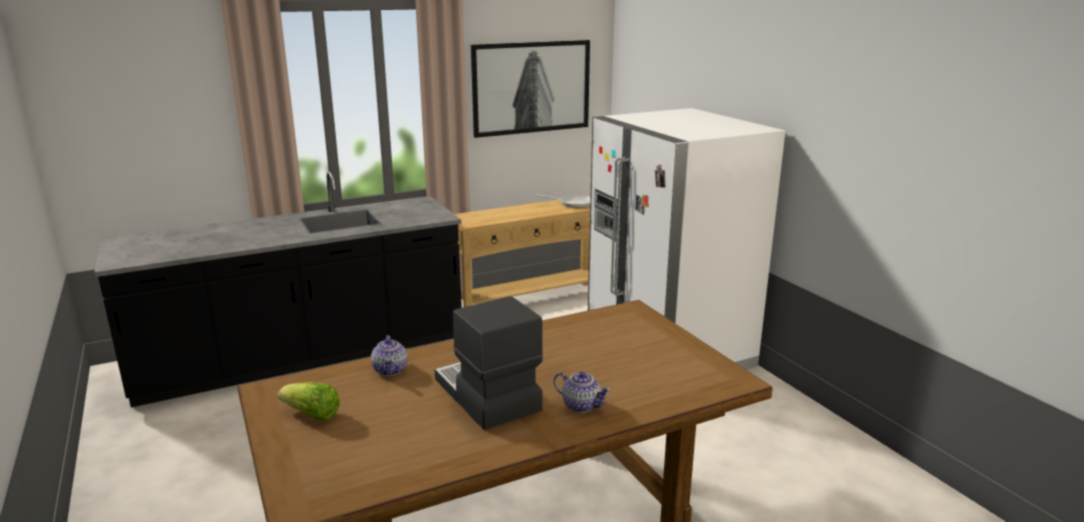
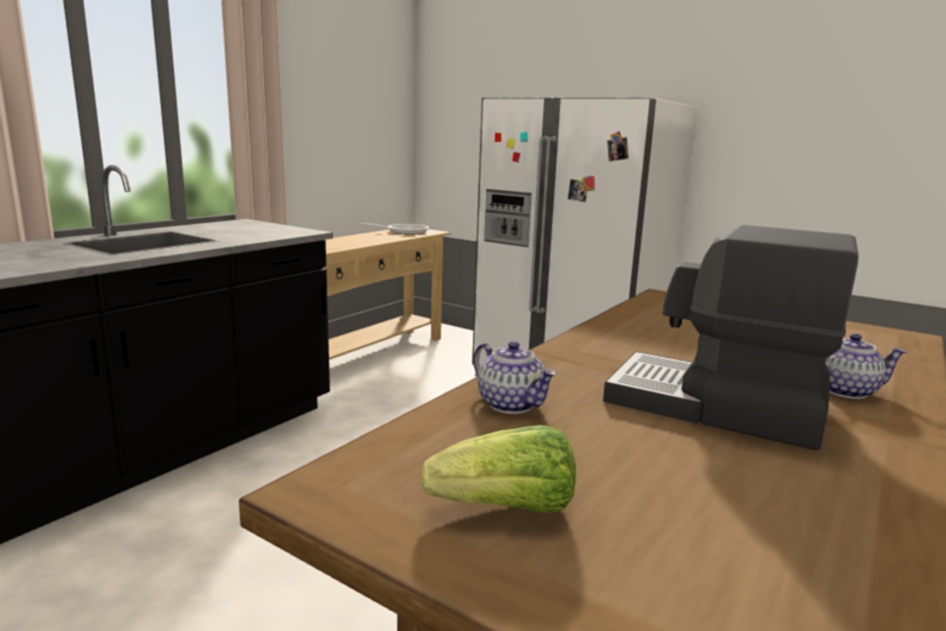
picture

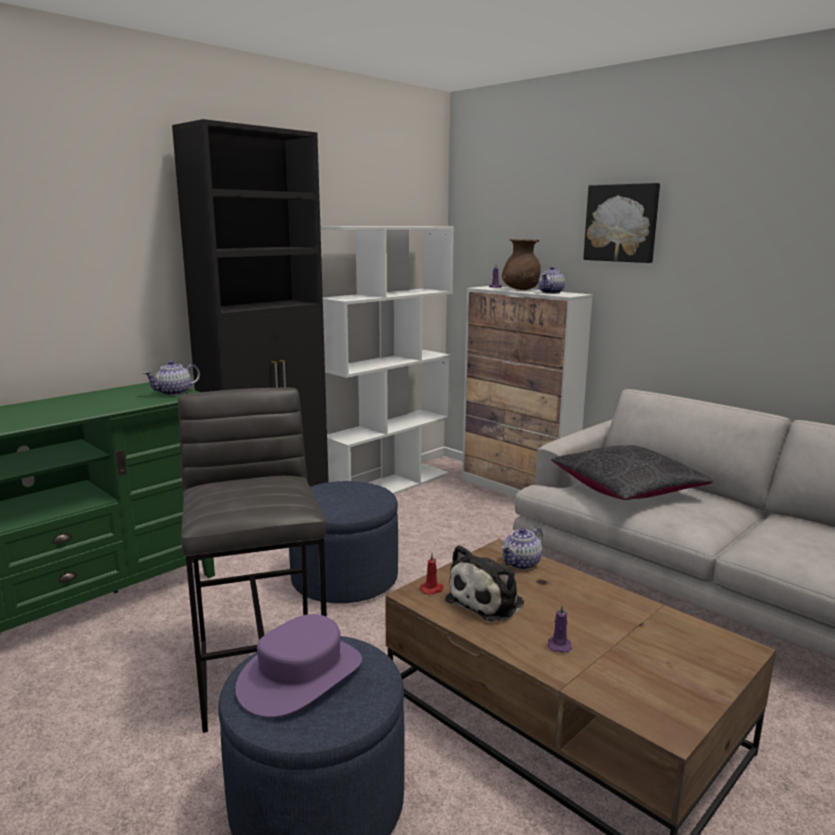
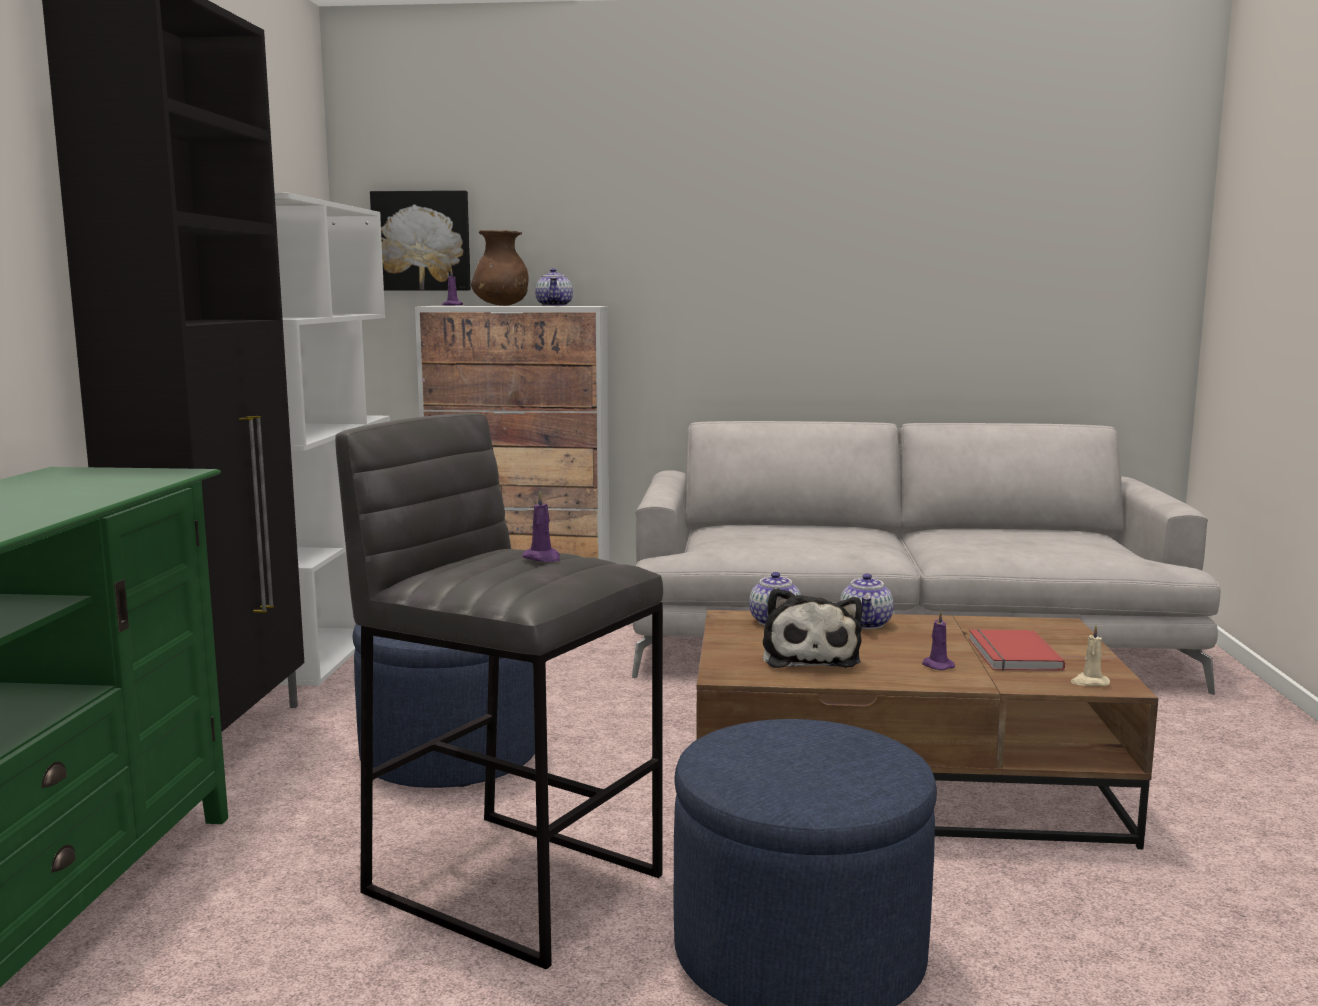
picture
teapot (3rd from left)
pillow in black
candle in red
hat in purple
candle in purple (2nd from left)
candle in beige
book in red

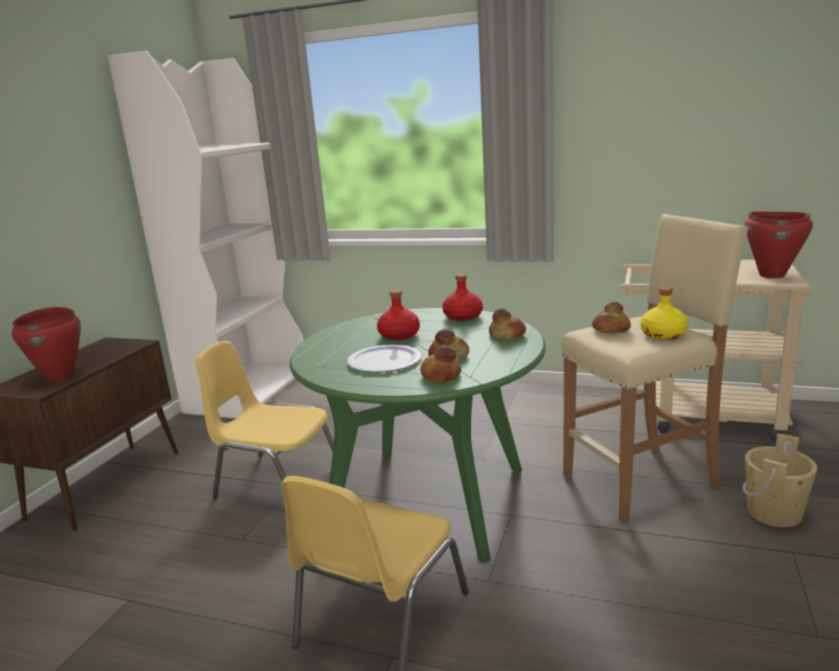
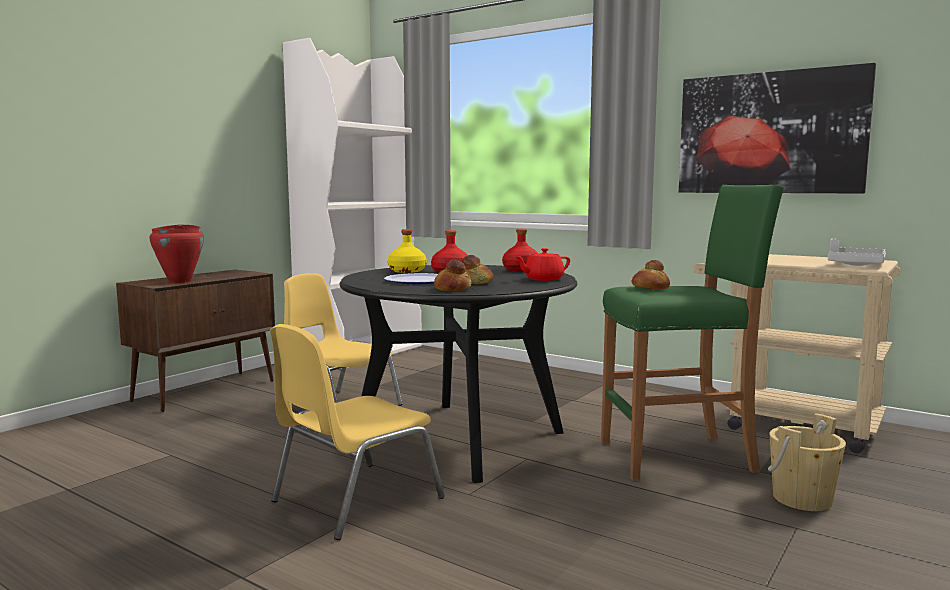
tray in grey
stool in green
bottle in yellow
dining table in black
teapot in red
picture

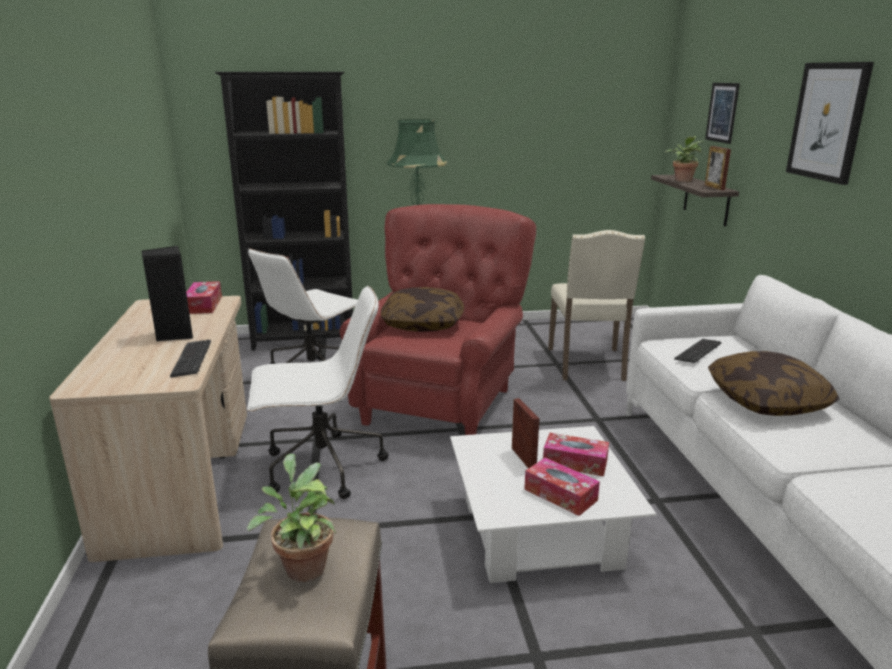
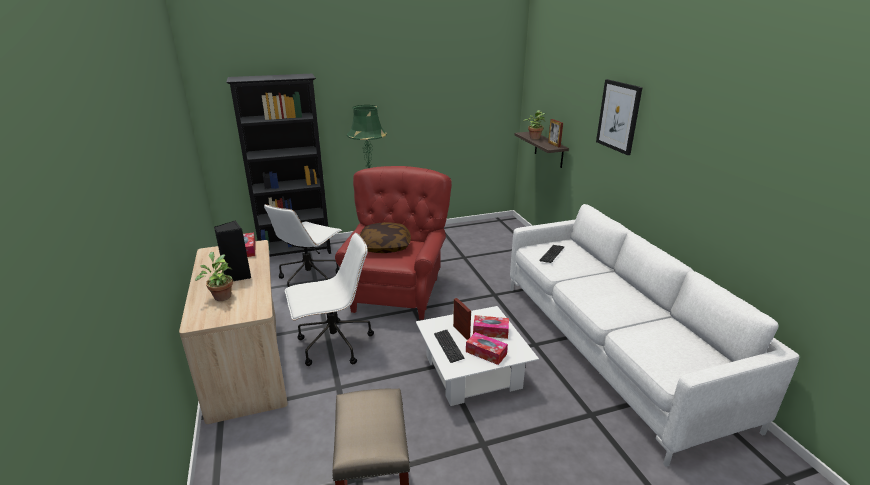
picture (1st from left in the first image)
chair in beige
keyboard (1st from left)
pillow (2nd from left in the first image)
potted plant (1st from left)

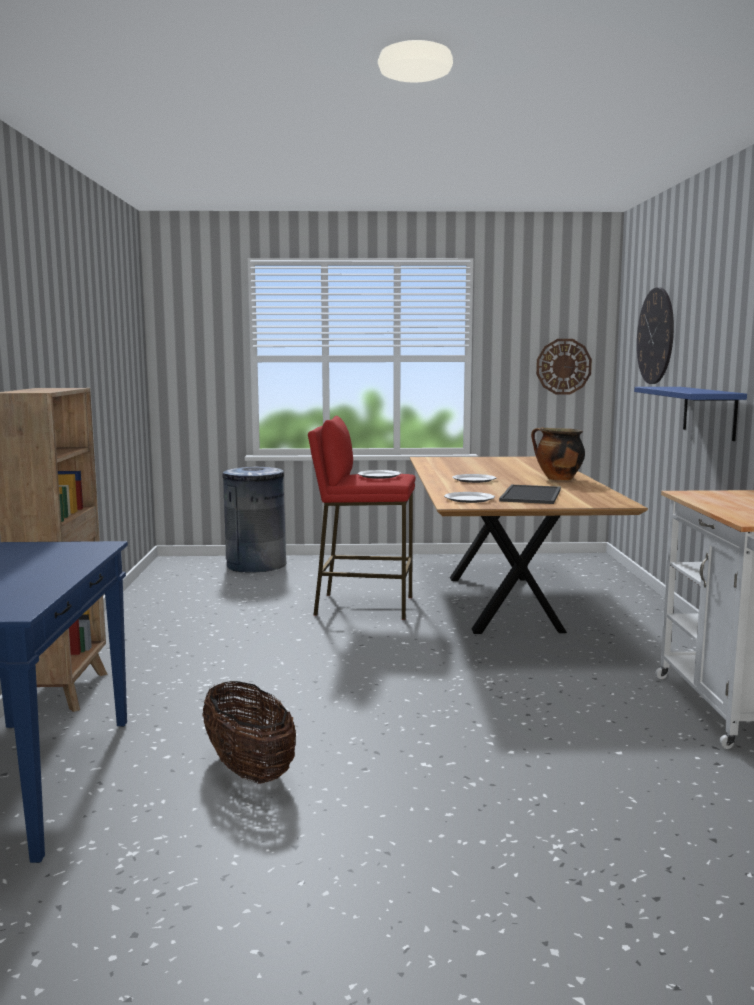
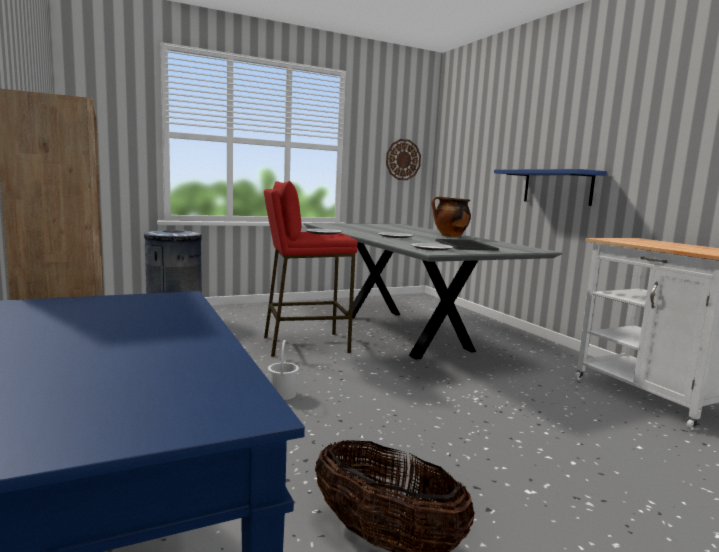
wall clock (2nd from left in the first image)
dining table in grey
bucket in white

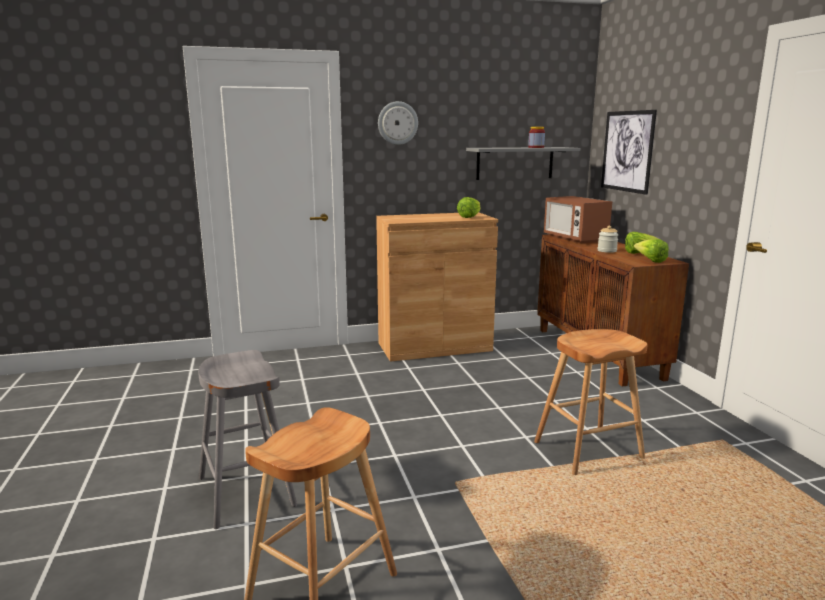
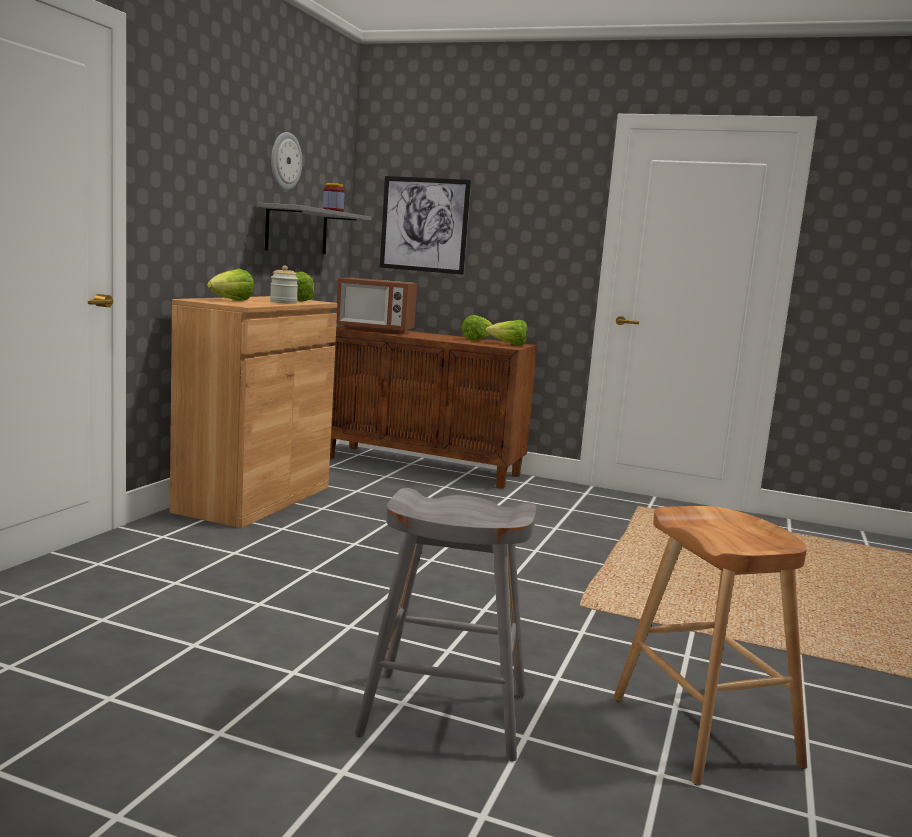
wall clock
jar (1st from left)
stool in brown (2nd from left in the first image)
lettuce (1st from left)

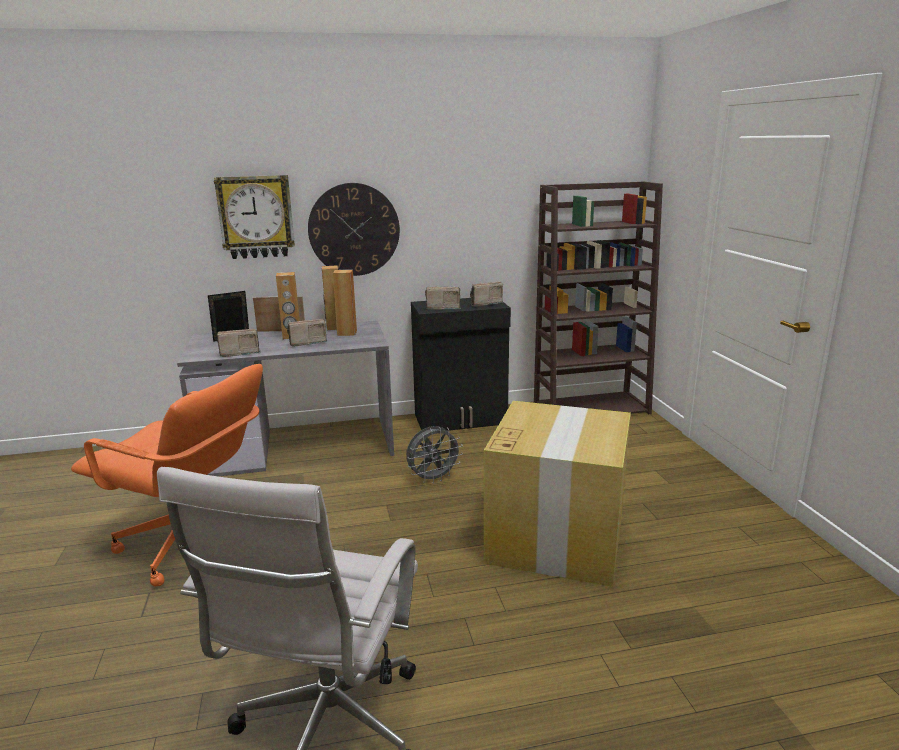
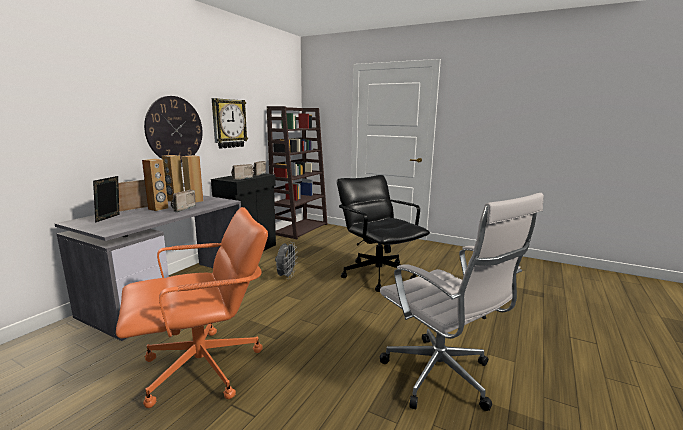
wall clock (2nd from left)
radio (1st from left in the first image)
office chair in black

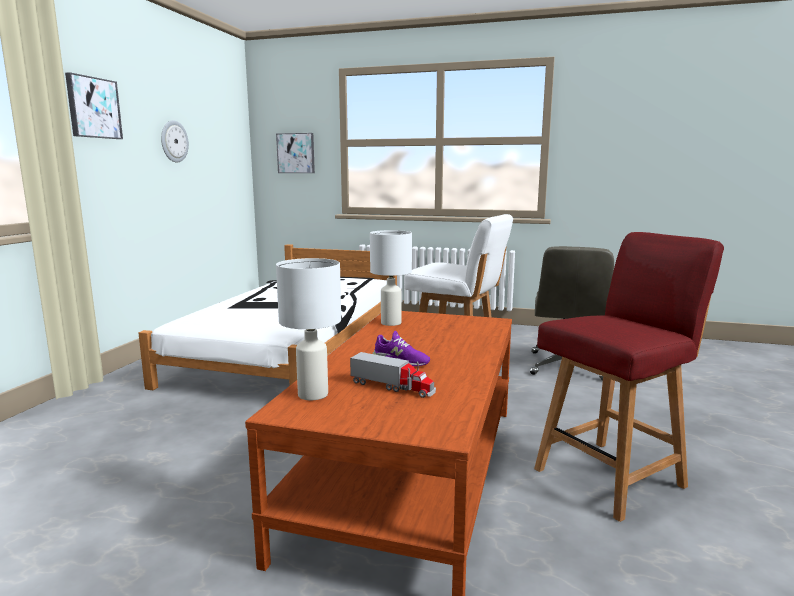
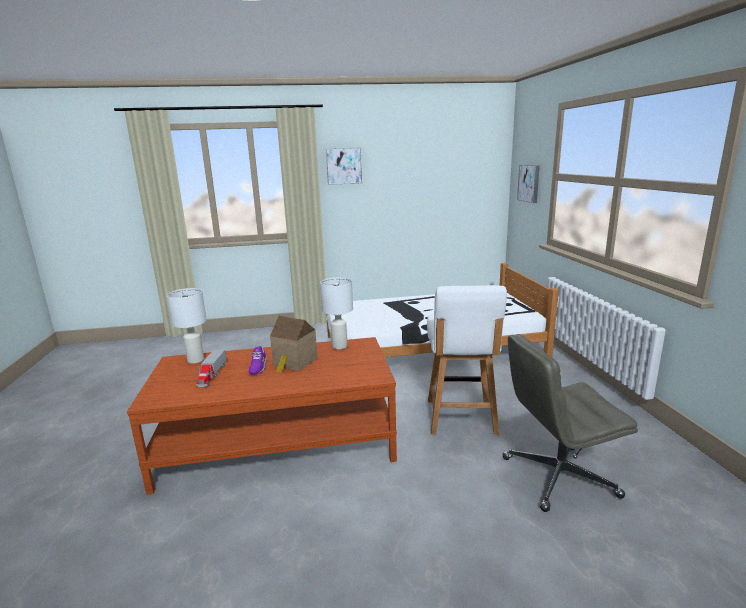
wall clock
chair in red
toy house

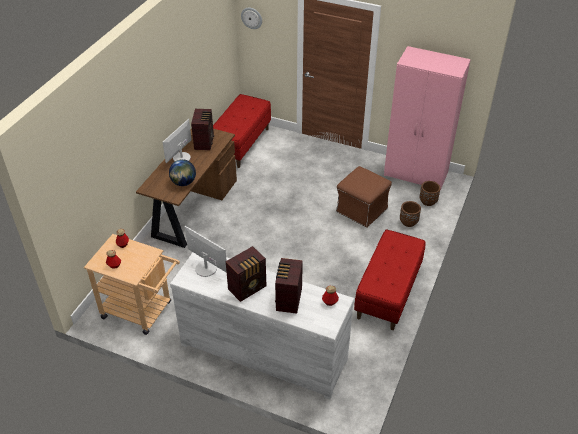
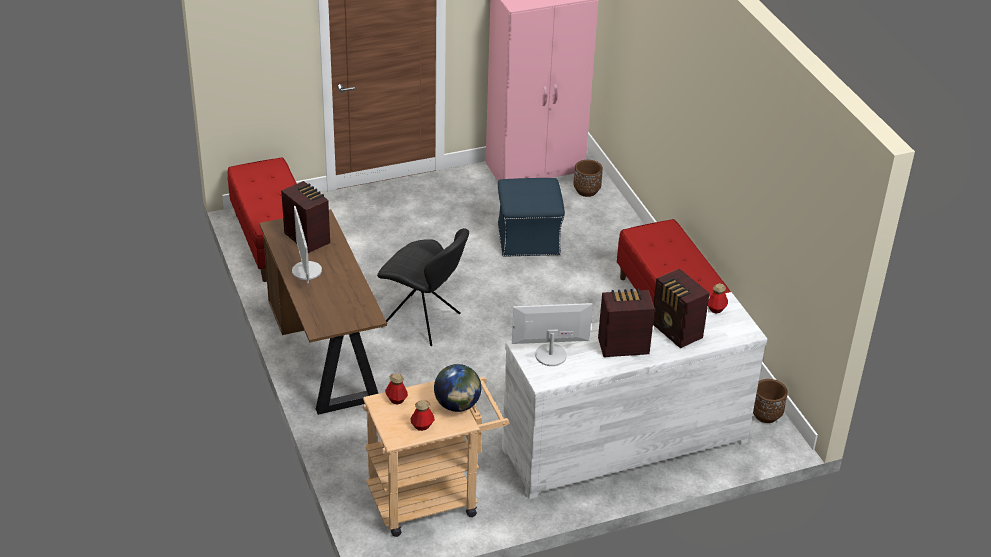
wall clock
globe
ottoman in blue
planter in brown (2nd from left)
radio (2nd from left)
chair in black

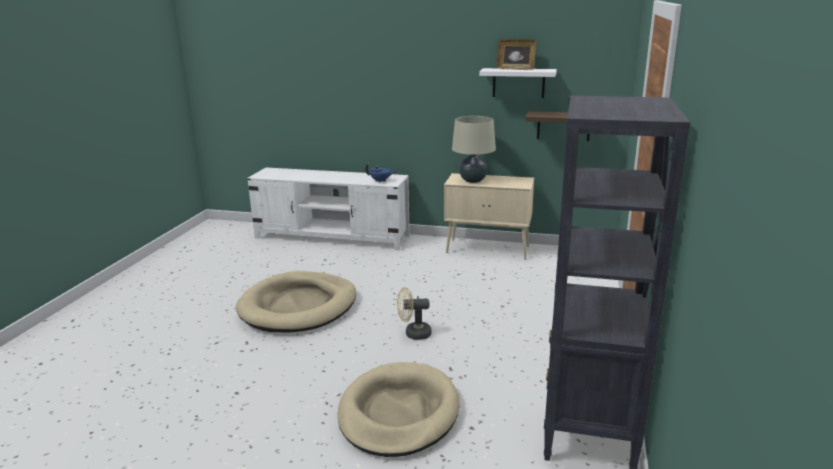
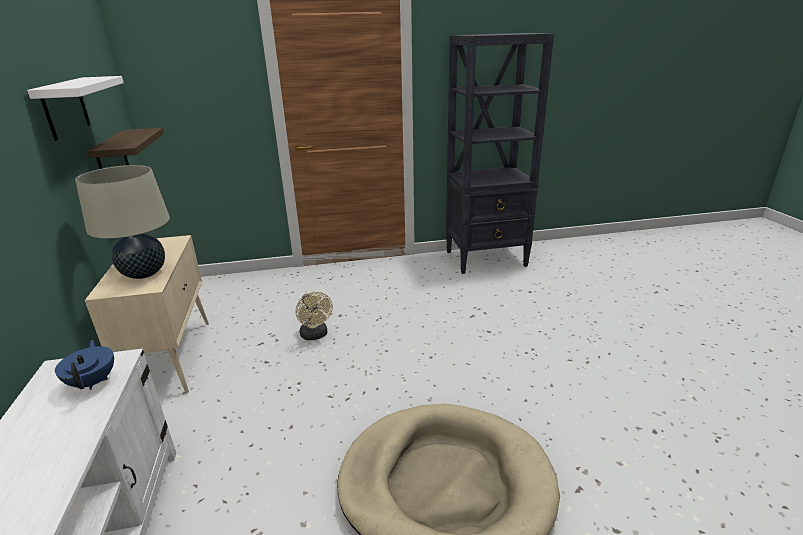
picture frame
fan in beige
dog bed in beige (2nd from left in the first image)

